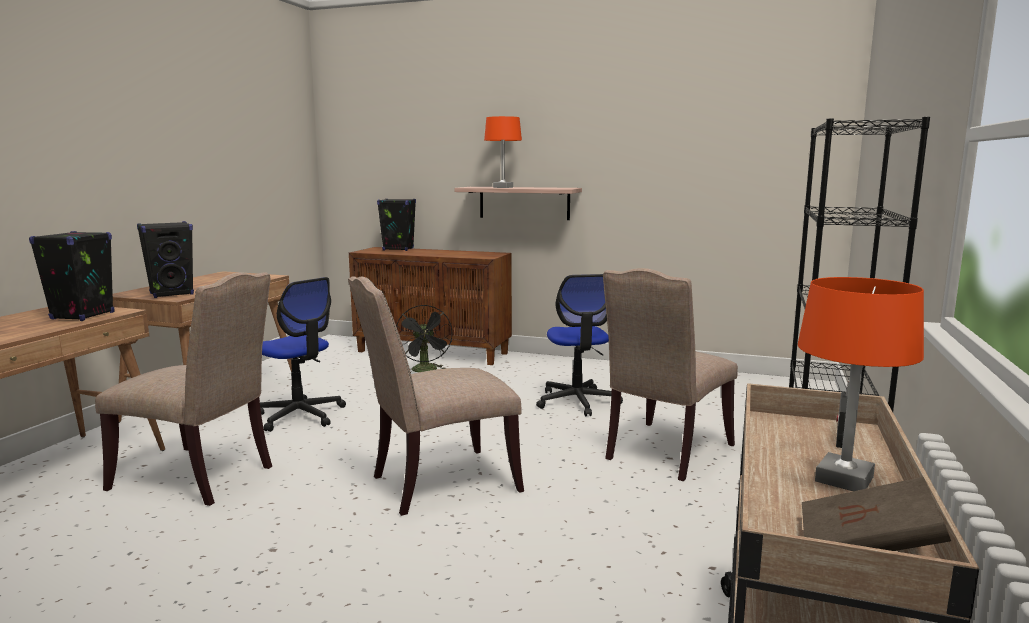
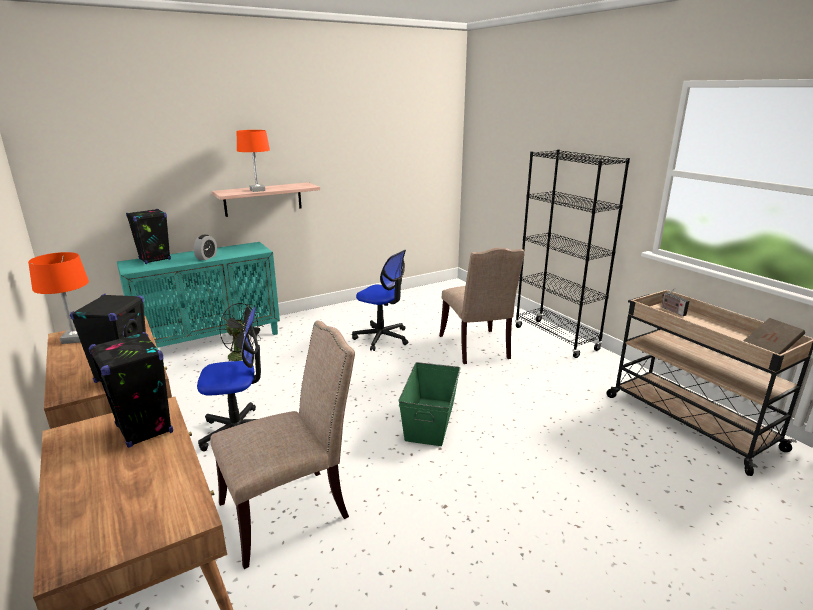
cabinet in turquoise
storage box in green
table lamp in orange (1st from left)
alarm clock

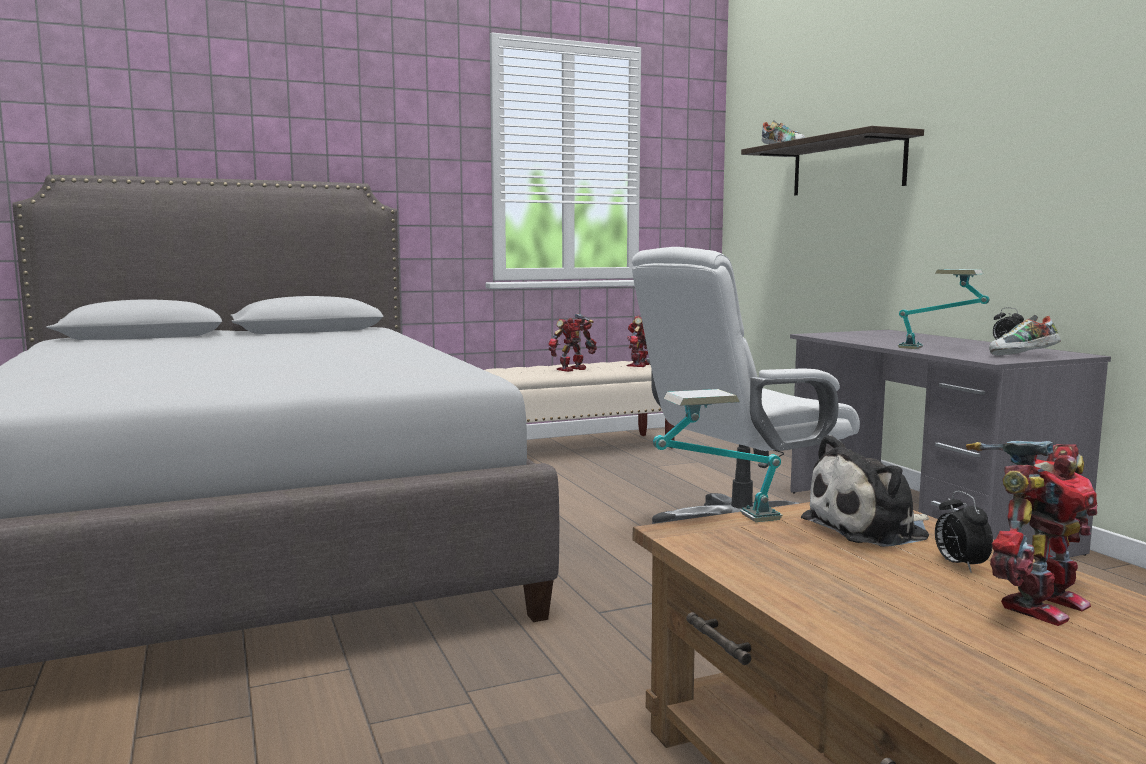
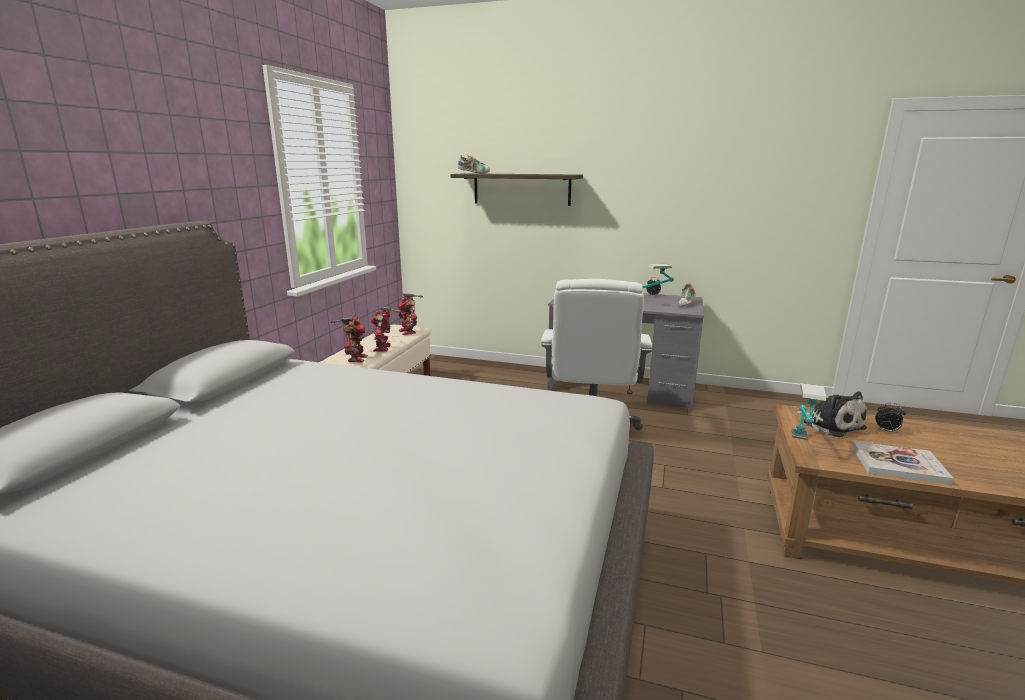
plush toy
toy robot (1st from left)
book

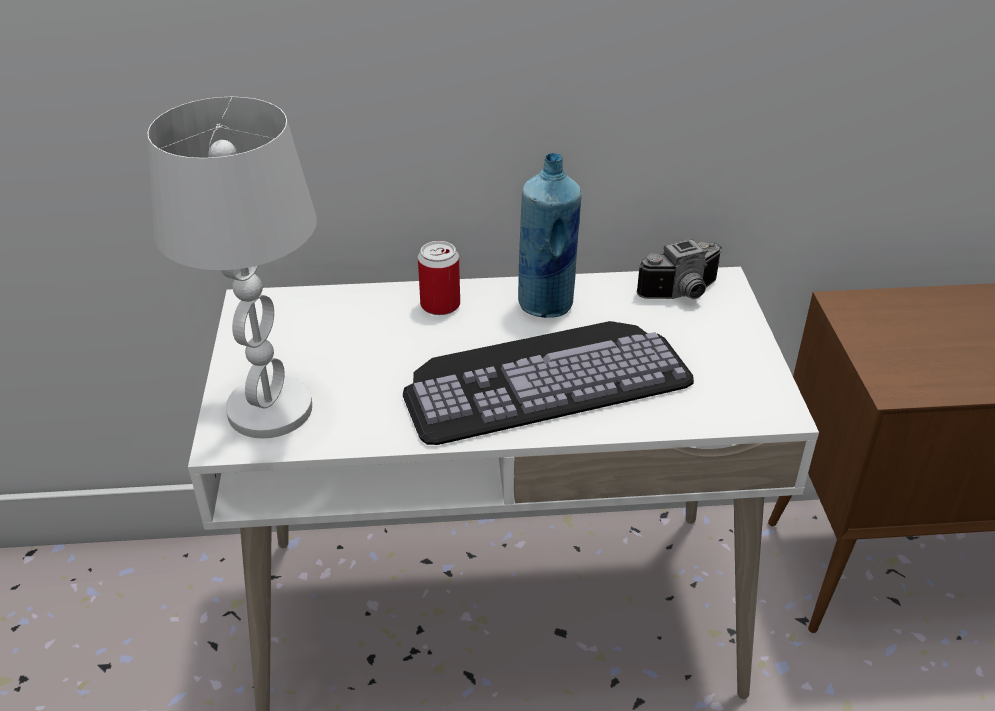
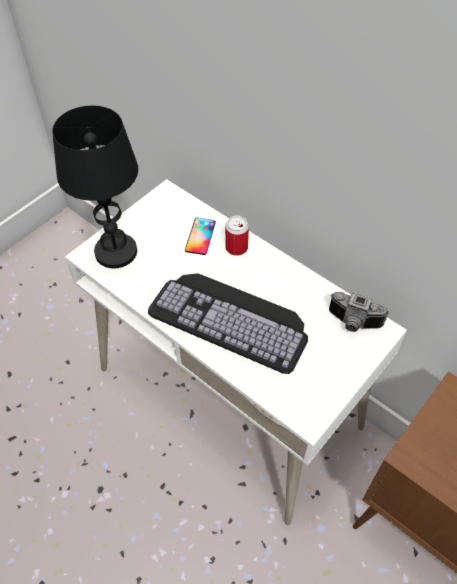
table lamp in black
bottle in blue
phone

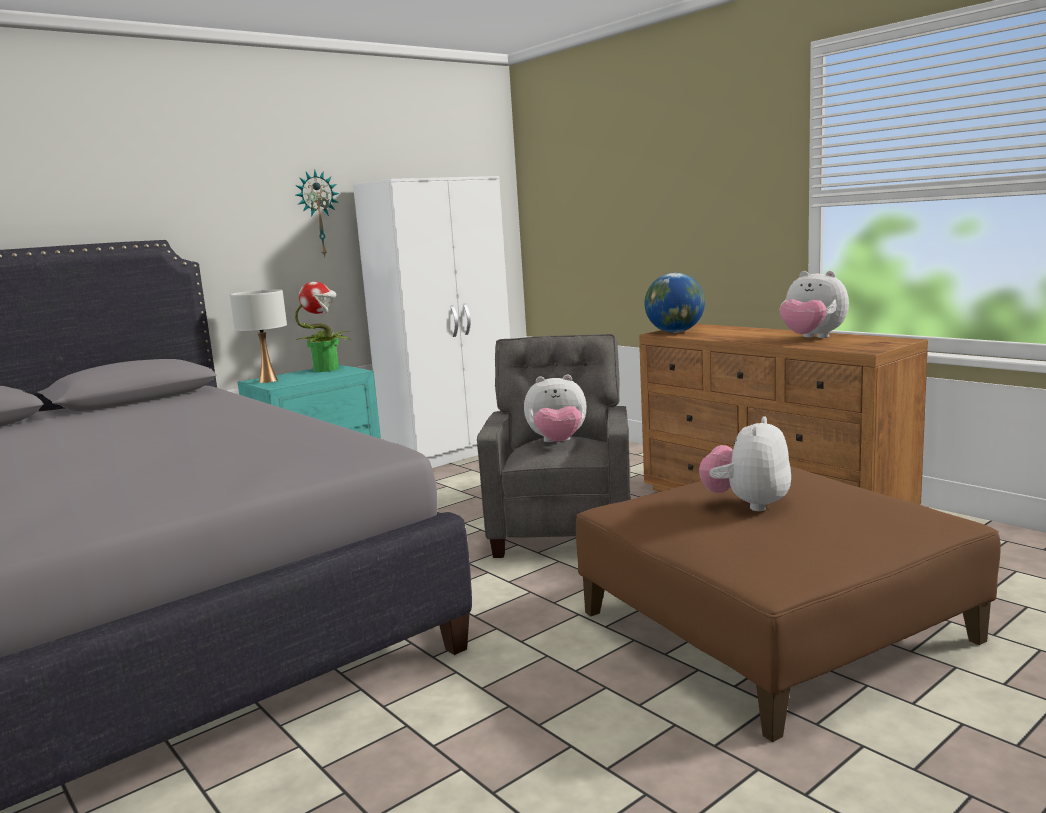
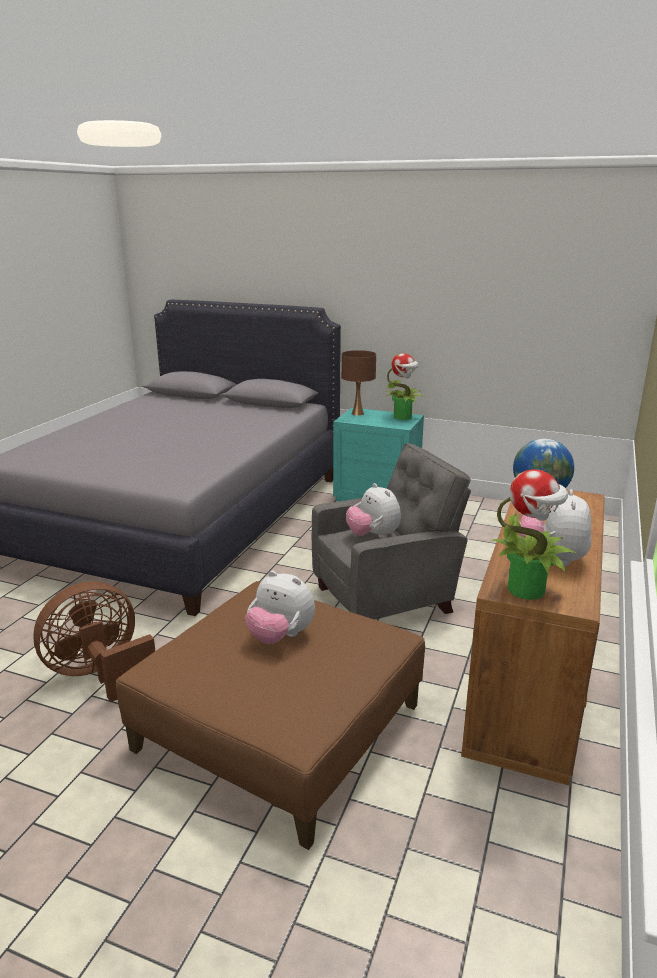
wall clock
wardrobe in white
table lamp in brown
plush toy (1st from left)
potted plant (2nd from left)
fan in brown

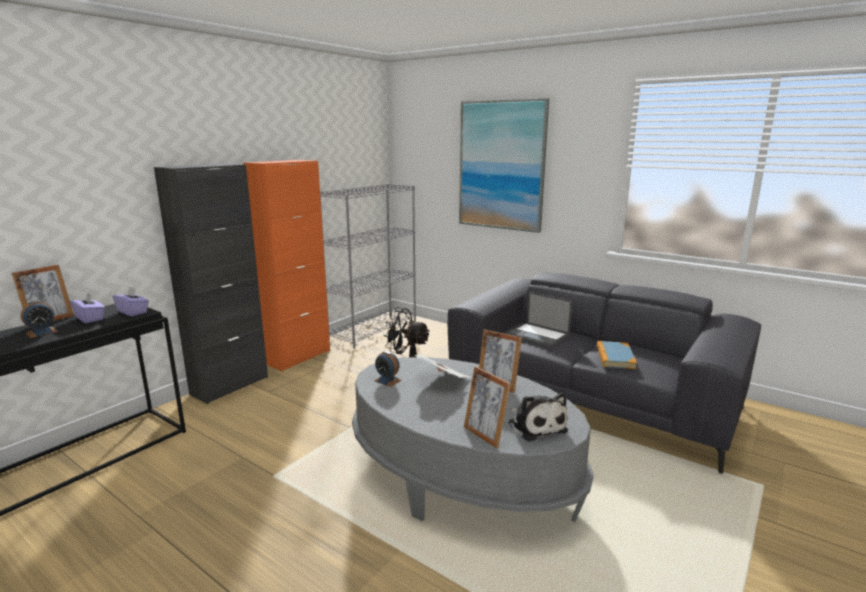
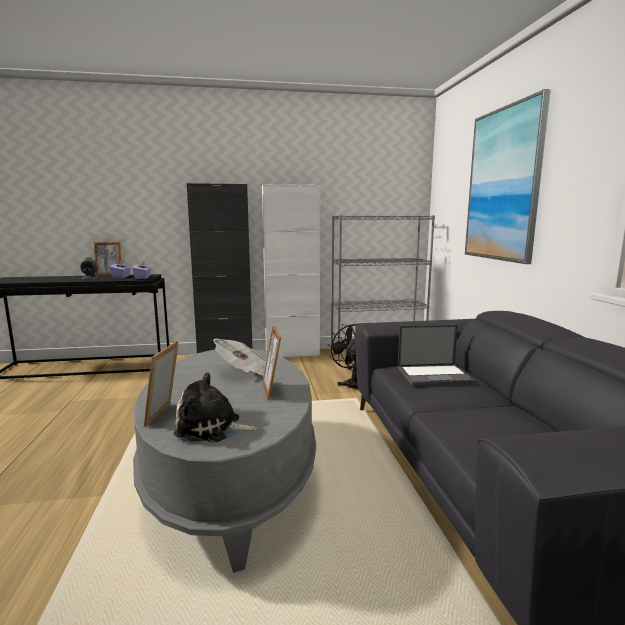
cabinet in white
laptop
book
alarm clock (2nd from left in the first image)
plush toy

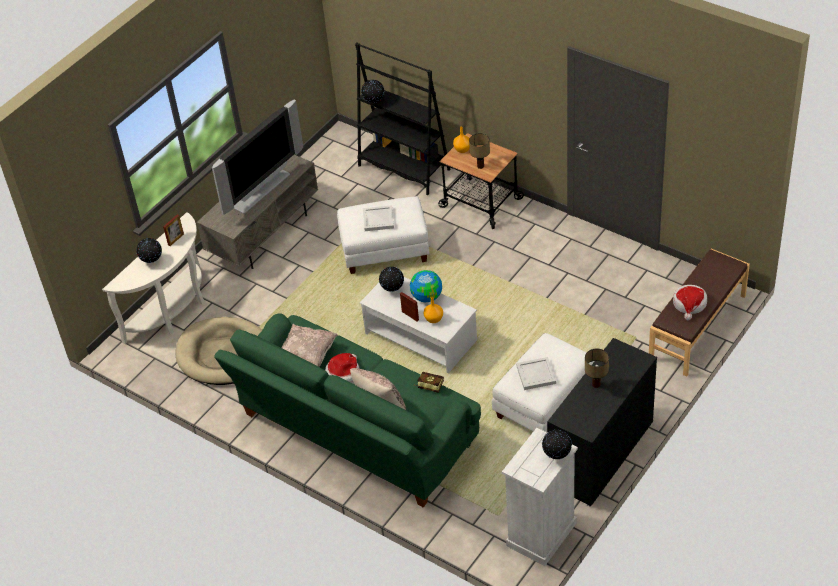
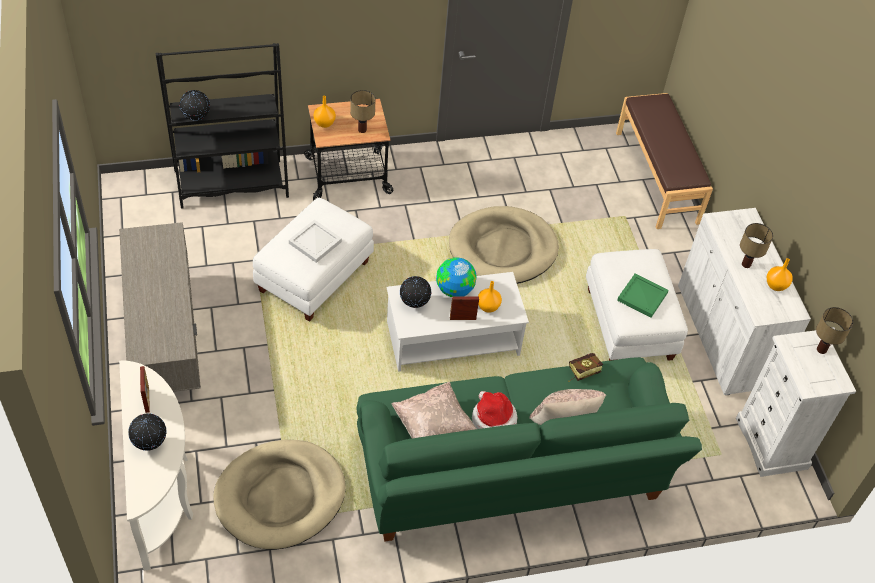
television
hat (2nd from left in the first image)
cabinet in white
tray in green
table lamp (3rd from left)
dog bed in beige (2nd from left)
vase in orange (3rd from left)

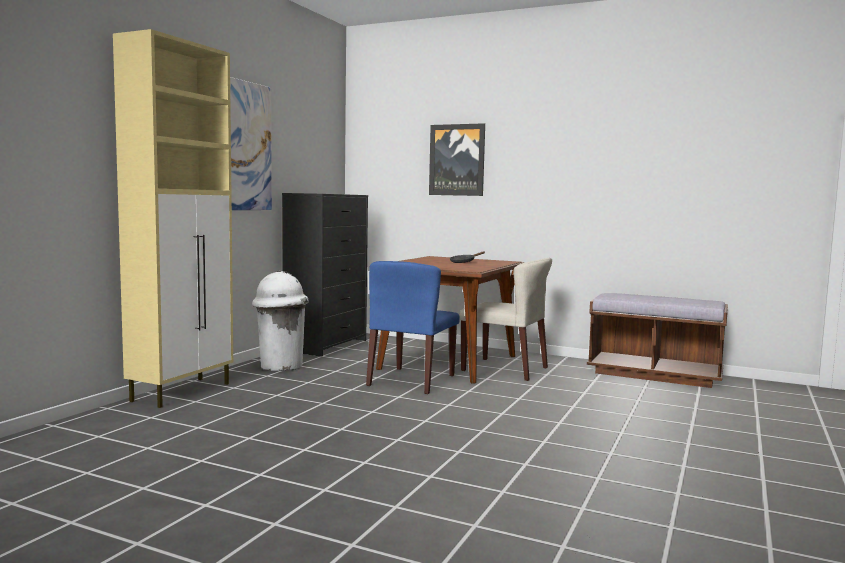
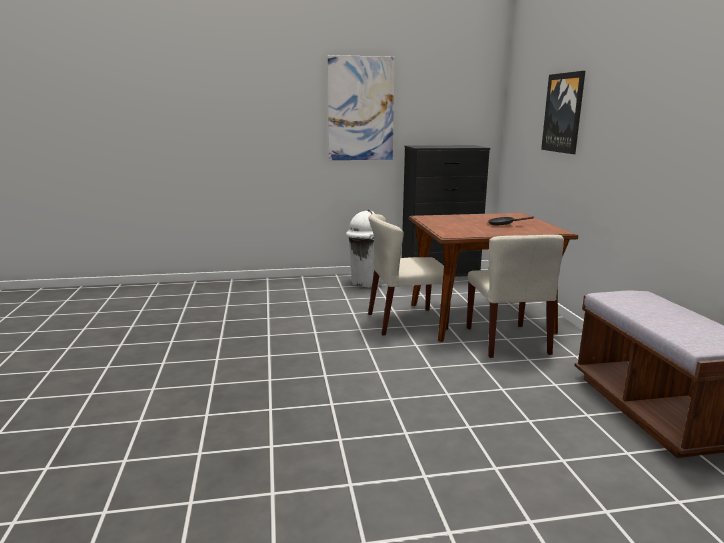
cabinet in beige
chair in beige (1st from left)

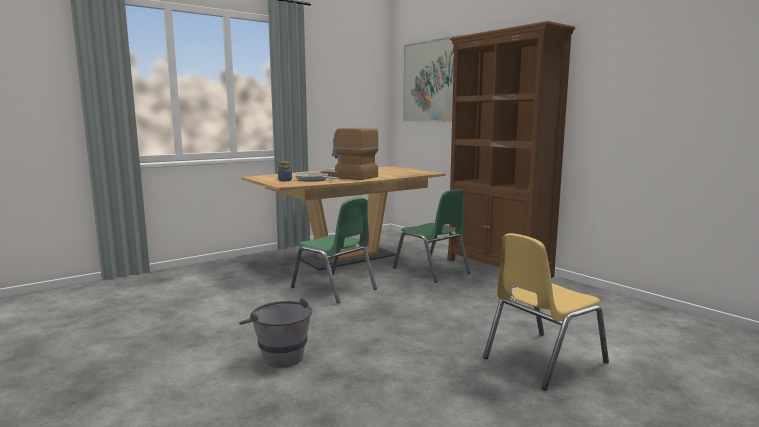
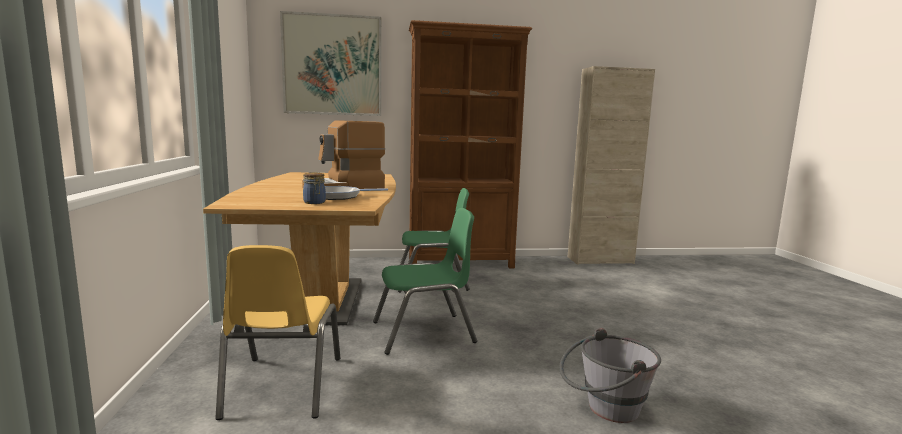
chair in yellow
cabinet in beige

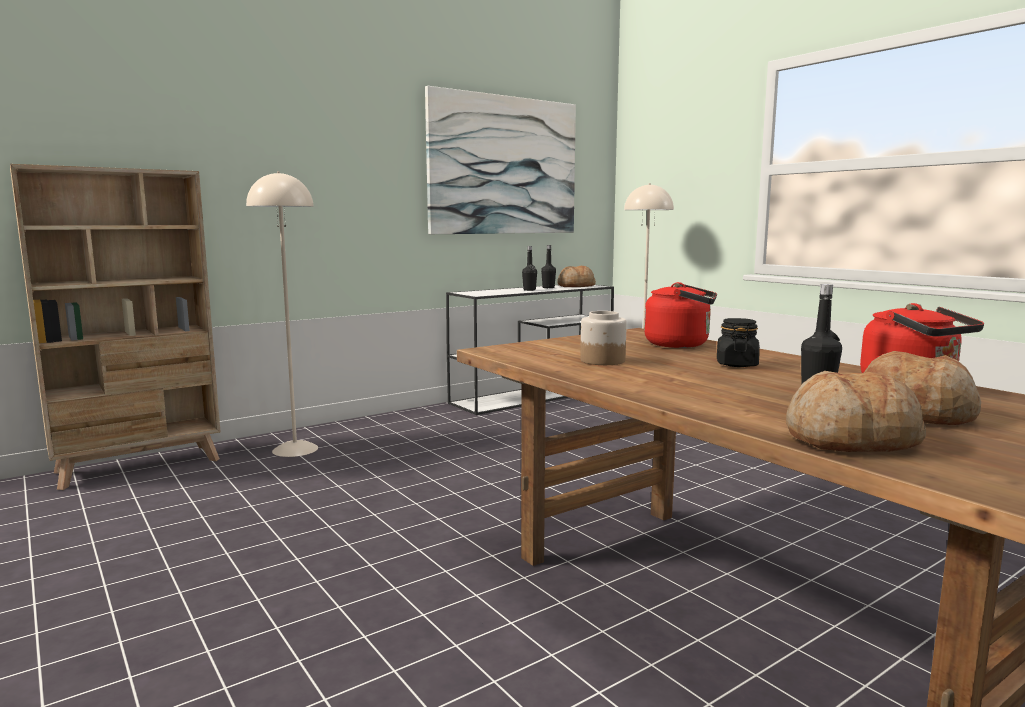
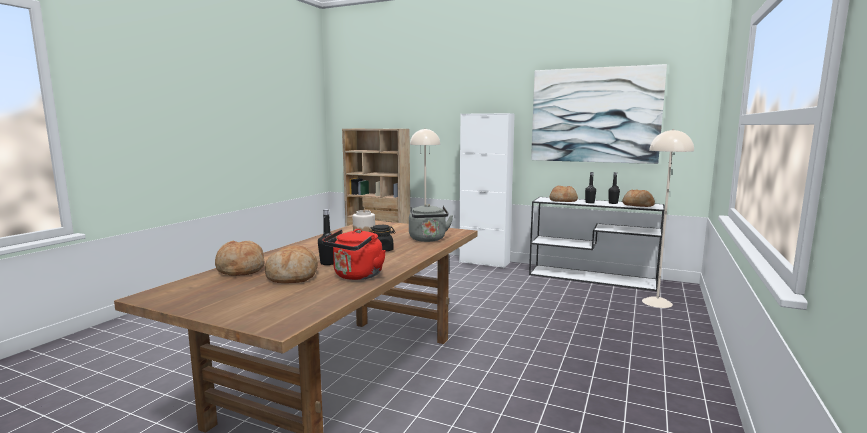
kettle in grey
cabinet in white
bread (3rd from left)

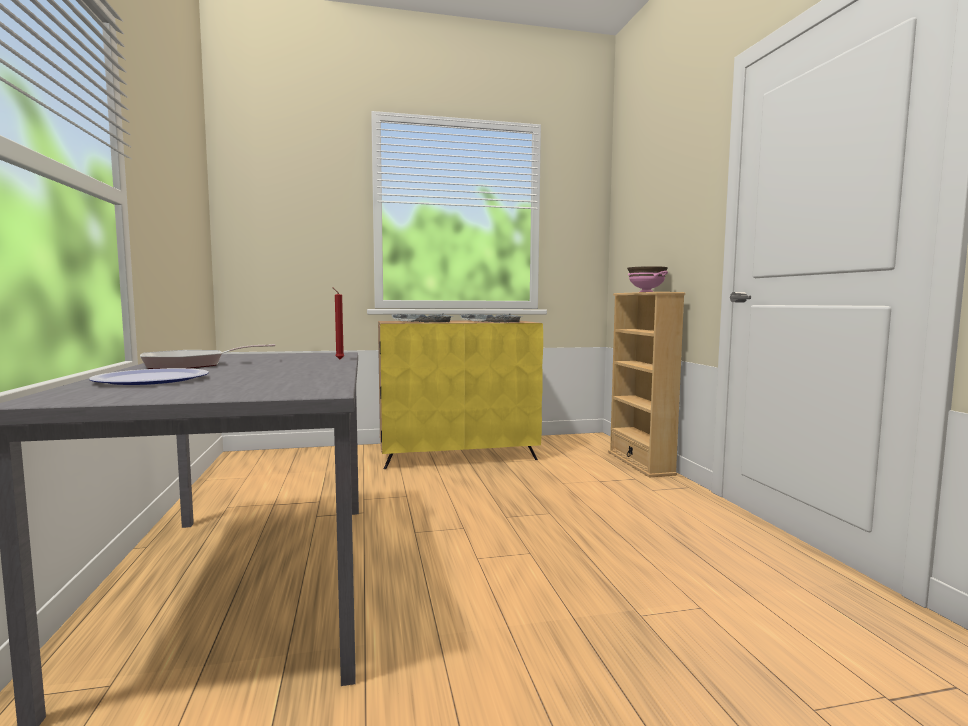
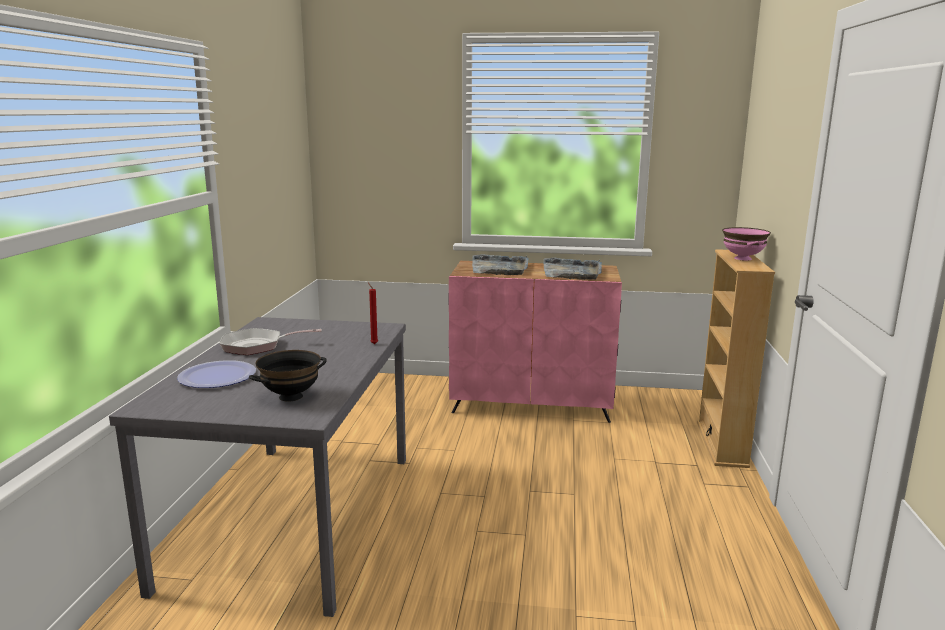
cabinet in pink
bowl in black

